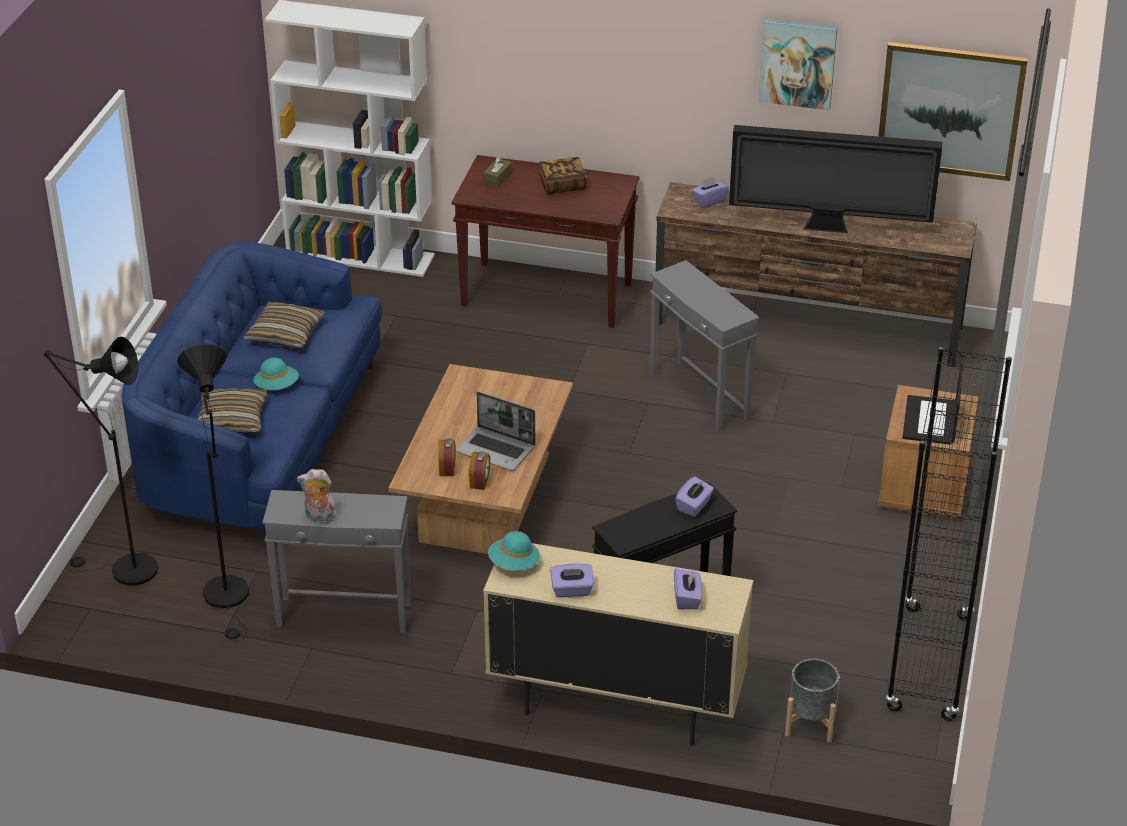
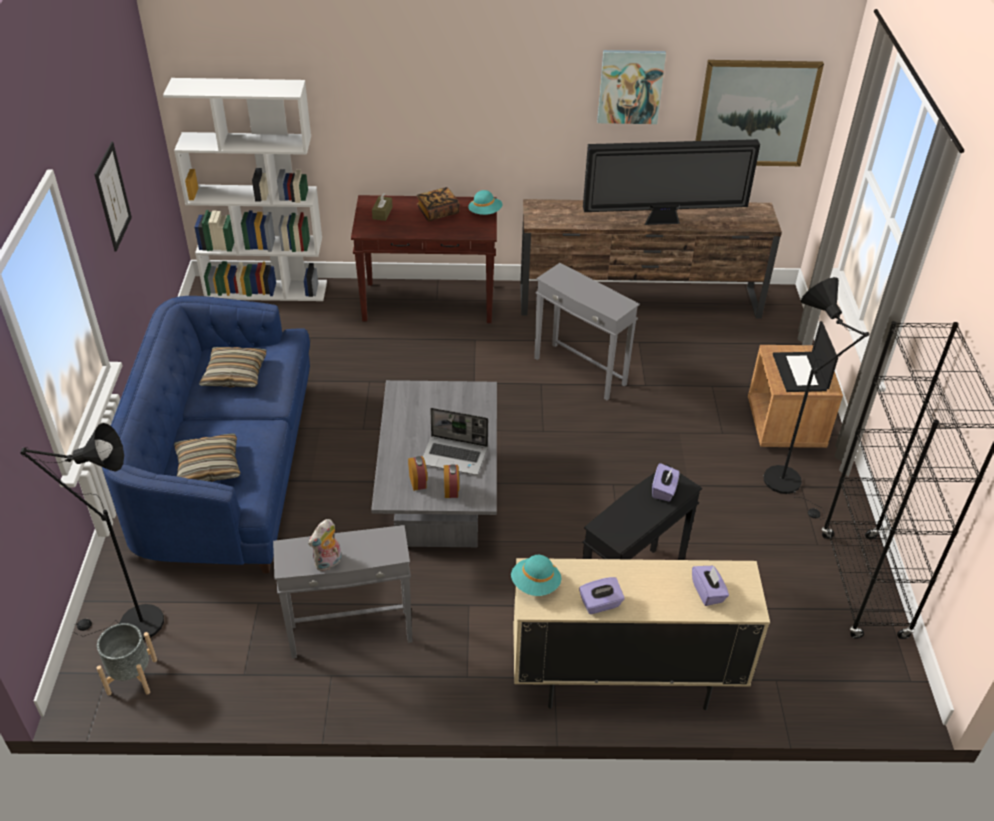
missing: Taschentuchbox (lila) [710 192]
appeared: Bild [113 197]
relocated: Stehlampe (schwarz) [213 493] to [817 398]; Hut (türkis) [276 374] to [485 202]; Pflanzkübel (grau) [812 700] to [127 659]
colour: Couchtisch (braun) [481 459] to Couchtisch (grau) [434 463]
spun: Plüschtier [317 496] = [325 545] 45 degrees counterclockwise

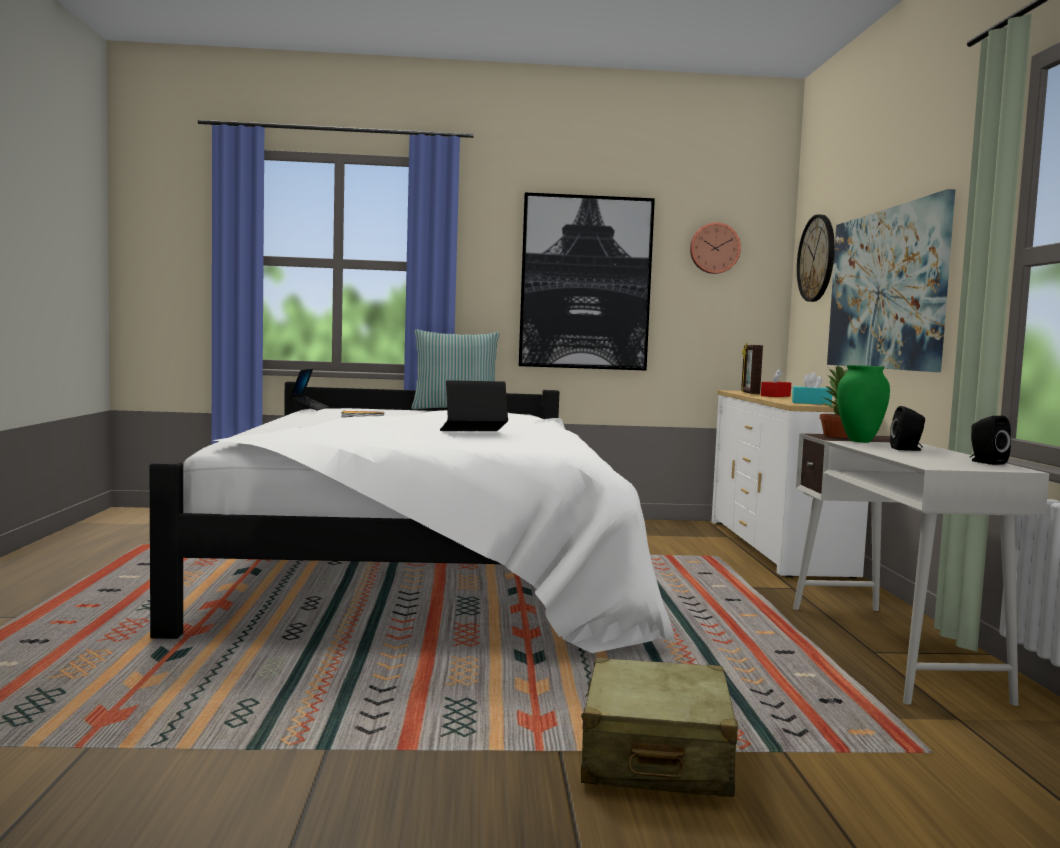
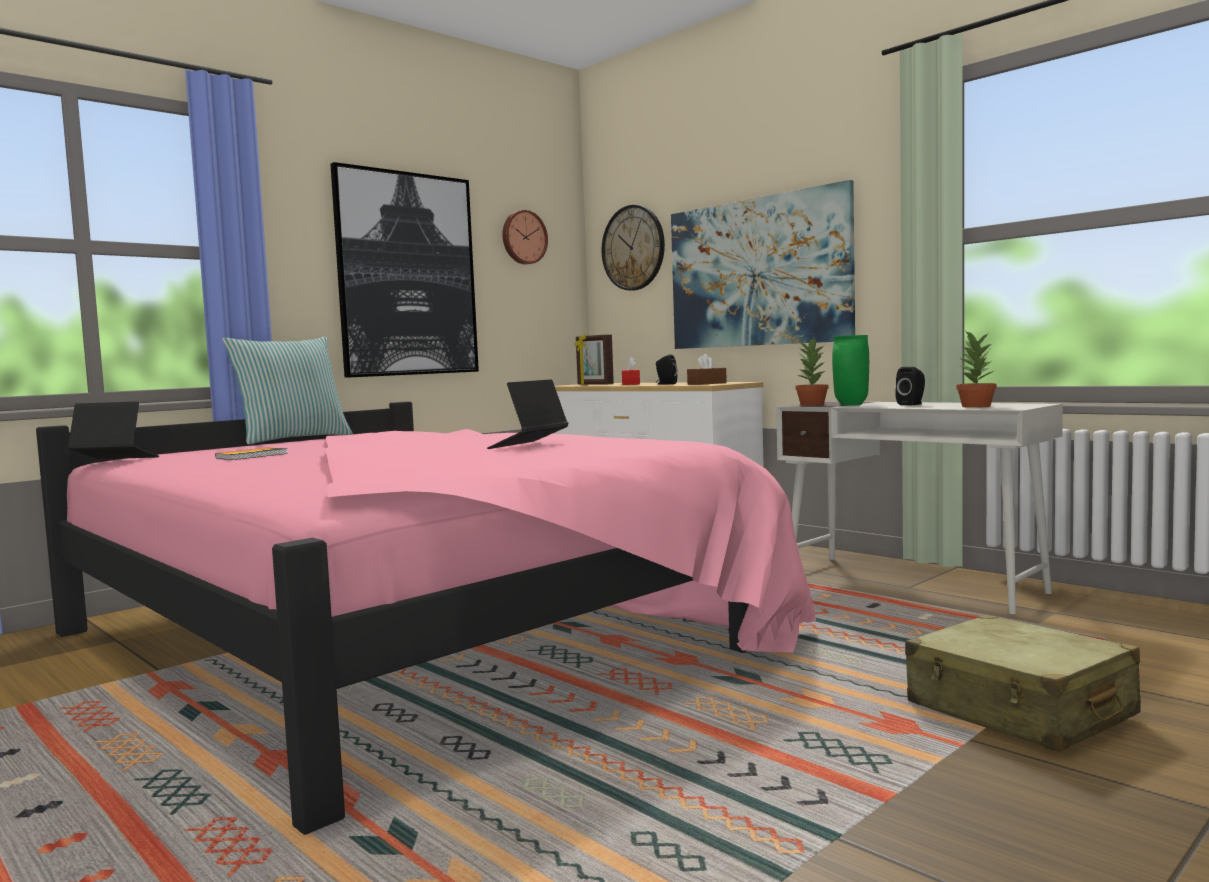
appeared: Topfpflanze [976 369]
relocated: Lautsprecher (schwarz) [990 440] to [666 370]
colour: Bett (weiß) [412 517] to Bett (rosa) [426 618]; Taschentuchbox (türkis) [812 388] to Taschentuchbox (braun) [707 369]
spun: Laptop [309 390] = [113 430] 45 degrees counterclockwise

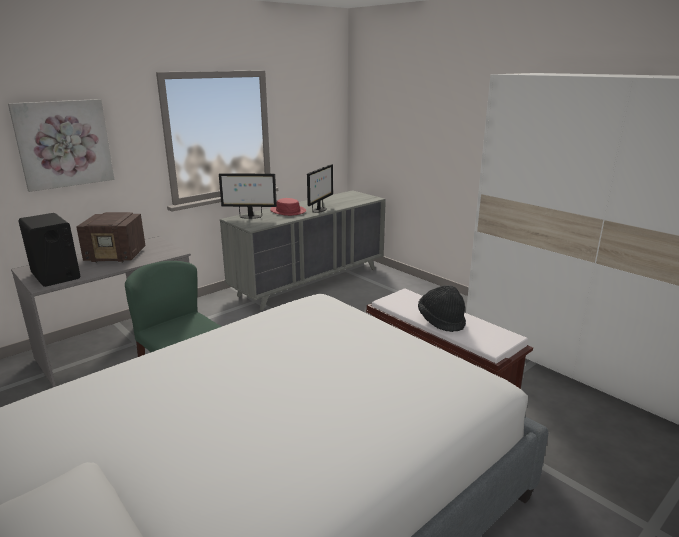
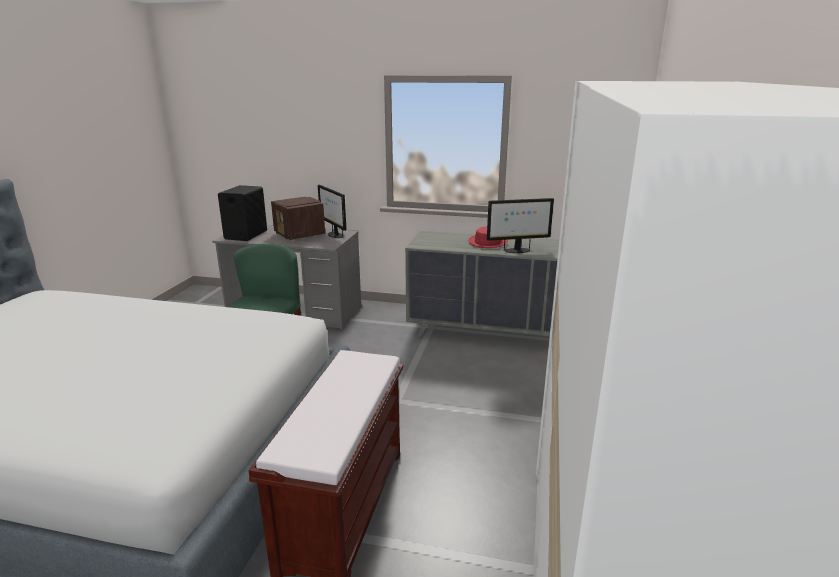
missing: Bild [61 145]; Hut (schwarz) [442 308]
relocated: Monitor [248 196] to [332 211]

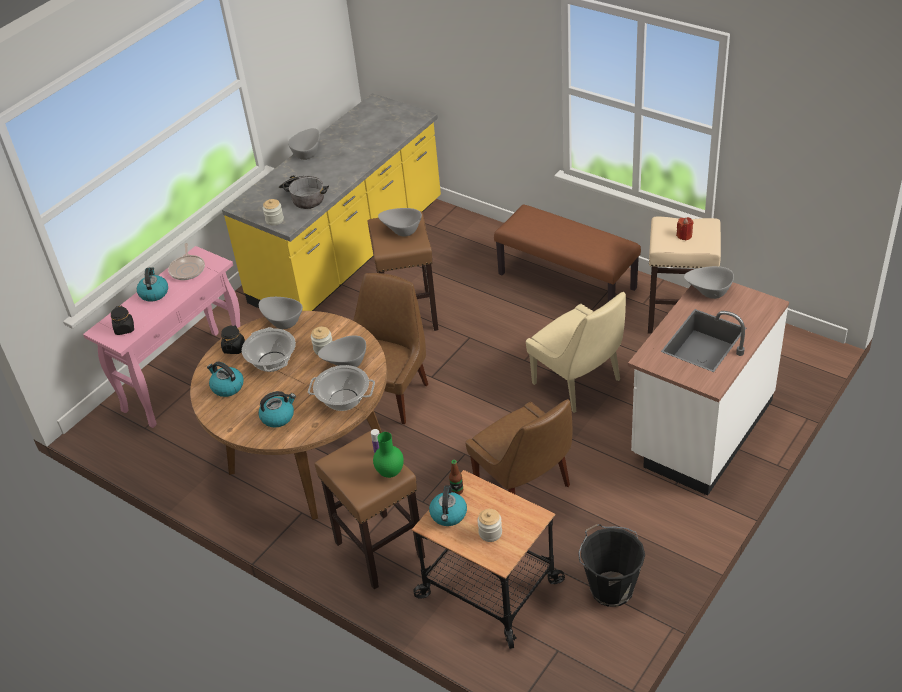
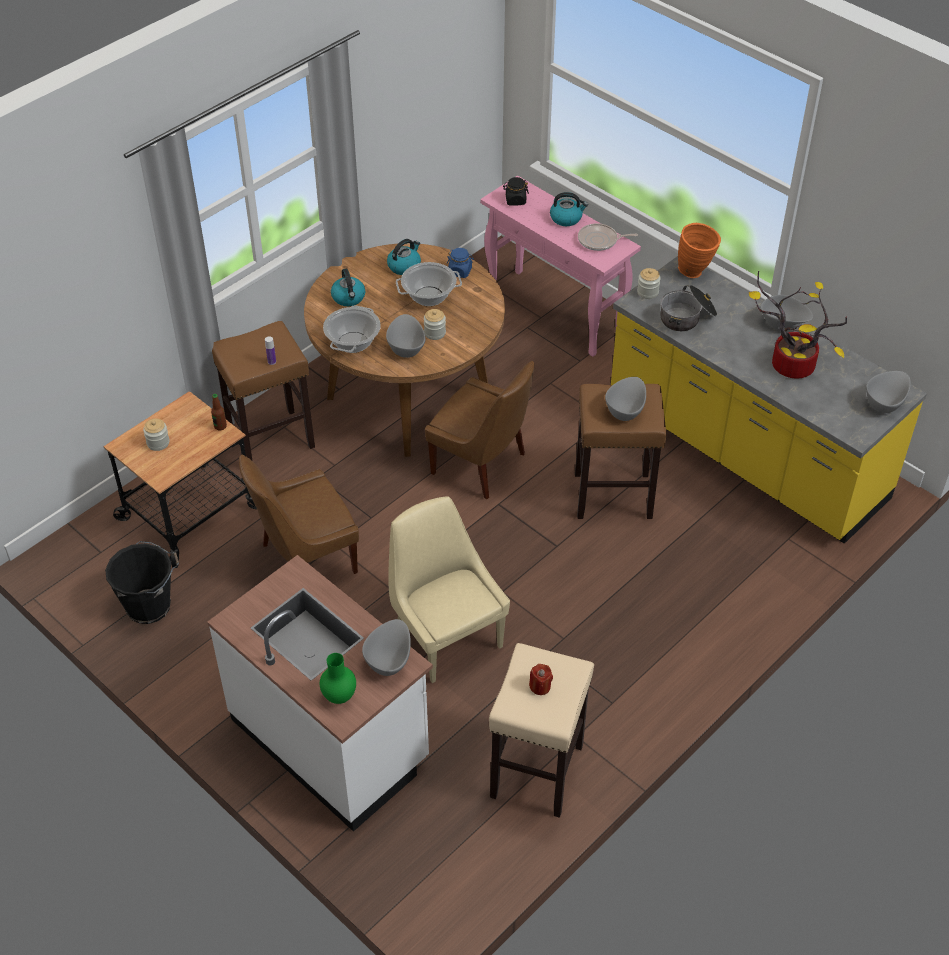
missing: Wasserkessel [448 505]; Bank (braun) [567 253]
appeared: Vase (orange) [699 250]; Topfpflanze [798 325]
relocated: Schüssel (grau) [281 313] to [888 392]; Vase (grün) [388 455] to [338 678]
colour: Vorratsglas (schwarz) [233 339] to Vorratsglas (blau) [460 263]
spun: Stuhl (beige) [576 352] = [449 589] 90 degrees clockwise

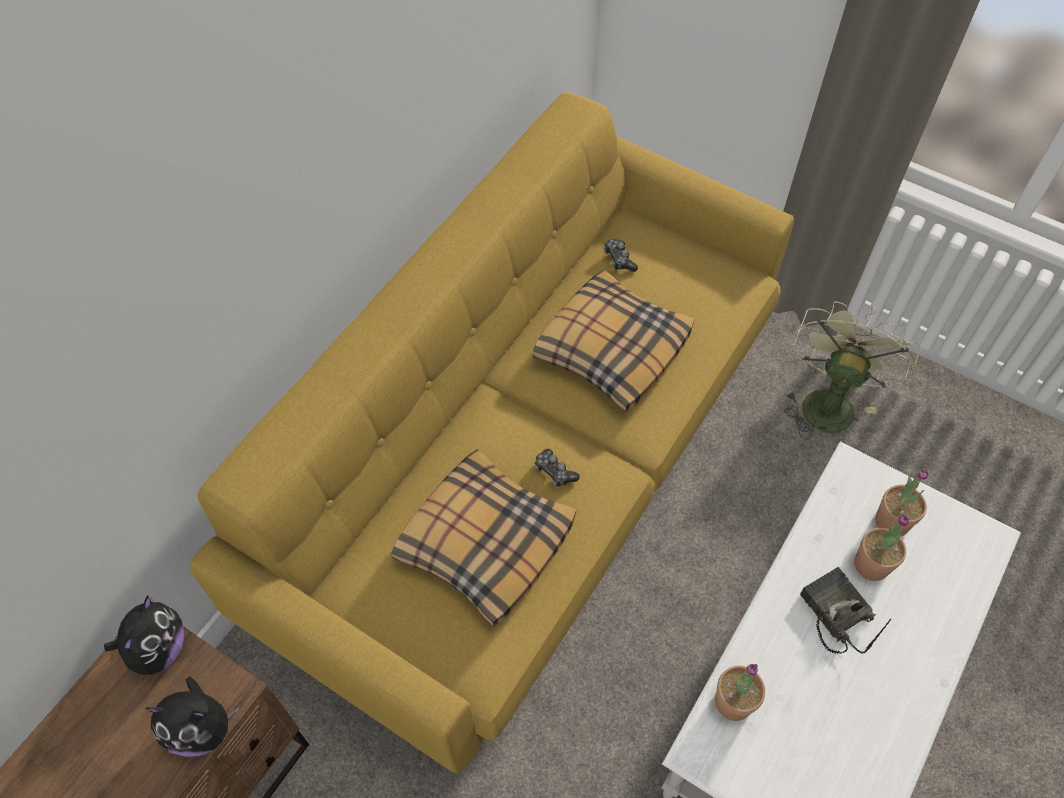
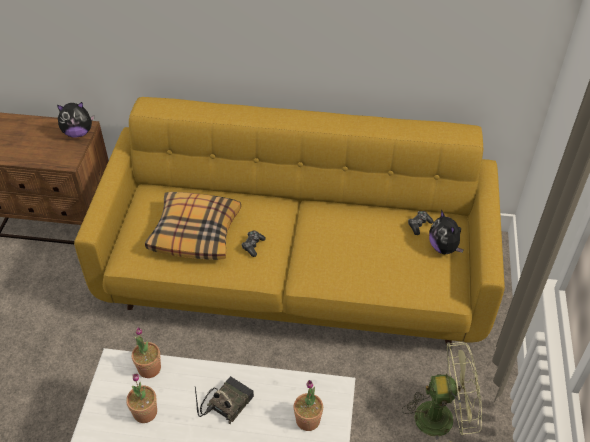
missing: Kissen [613 341]
relocated: Plüschtier [192 716] to [446 232]; Topfpflanze [881 547] to [141 398]

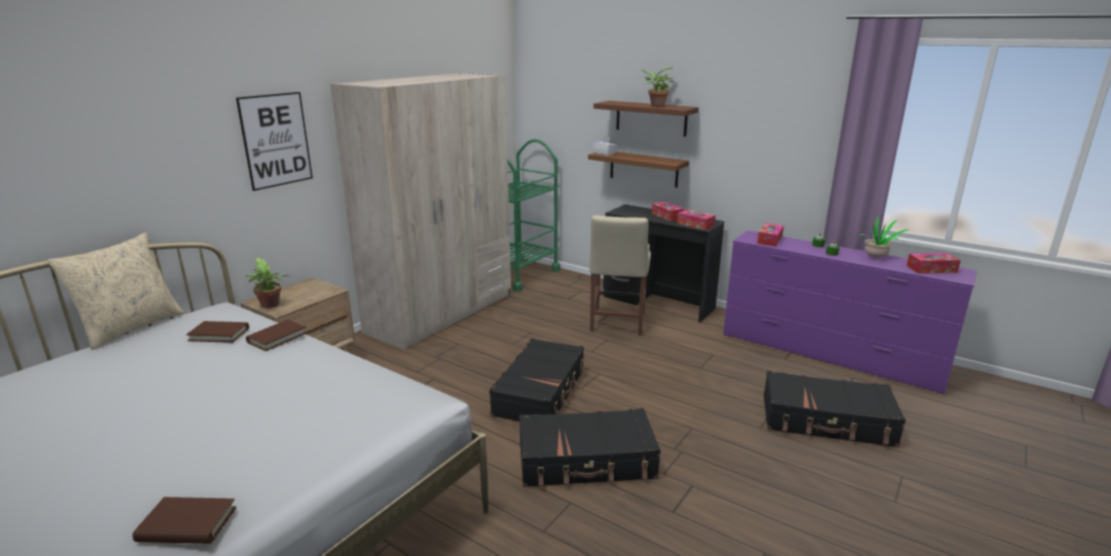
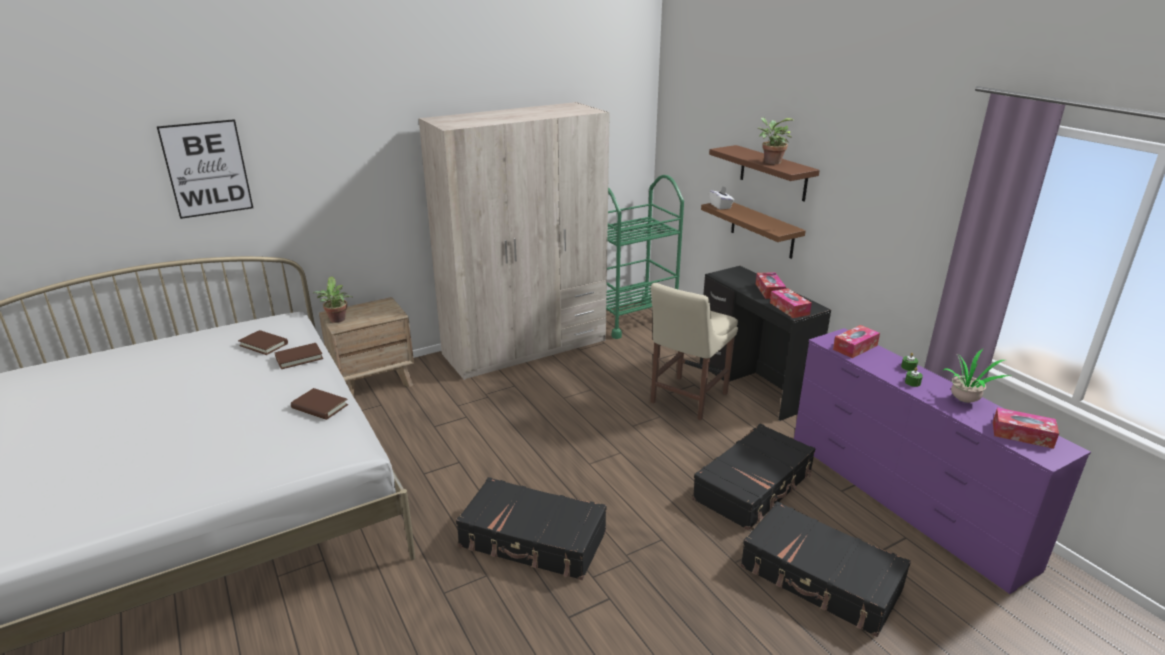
missing: Kissen (beige) [115 291]
relocated: Buch (braun) [184 520] to [319 404]; Bild [274 141] to [205 169]; Koffer (schwarz) [537 379] to [753 477]

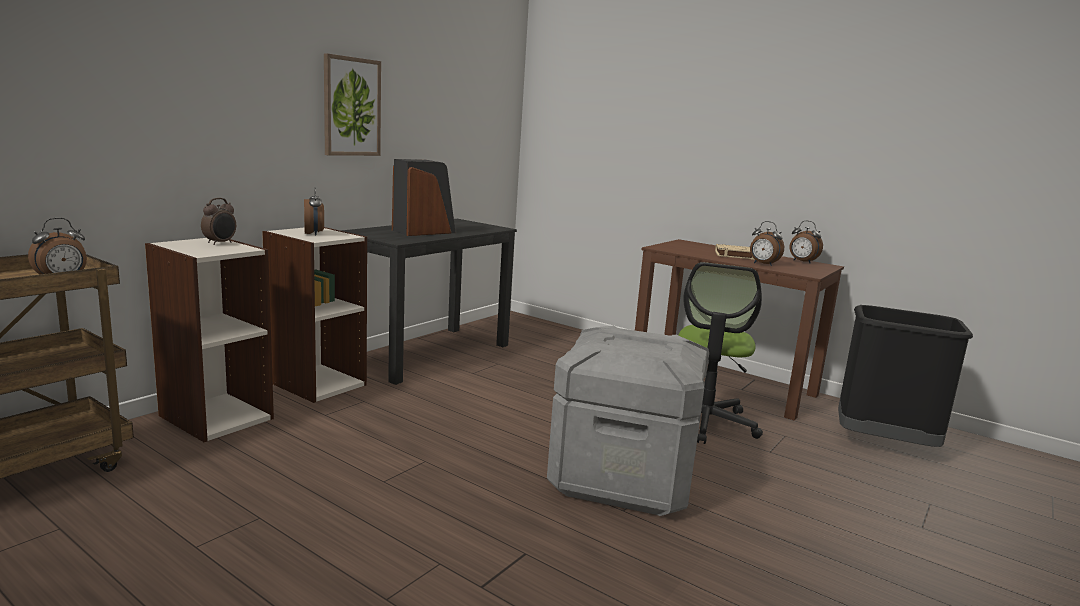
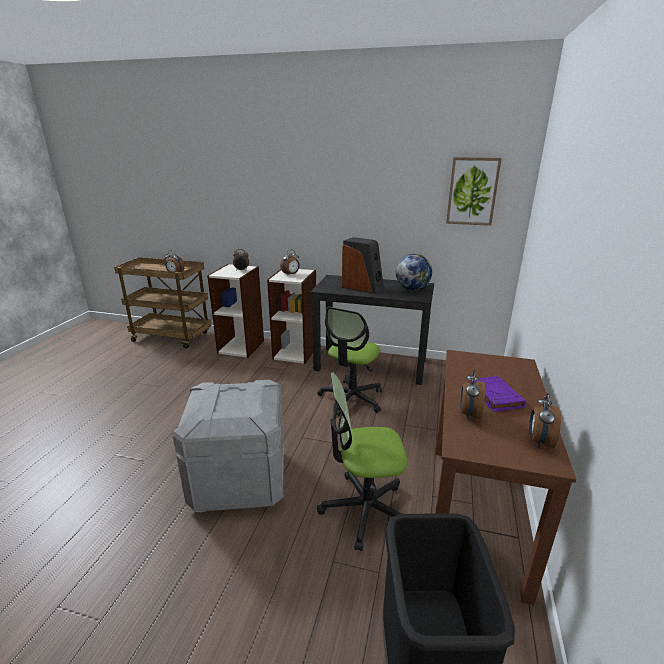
appeared: Bürostuhl [349 361]; Globus [414 272]
relocated: Bild [352 105] to [474 191]
colour: Buch (beige) [735 252] to Buch (lila) [498 394]

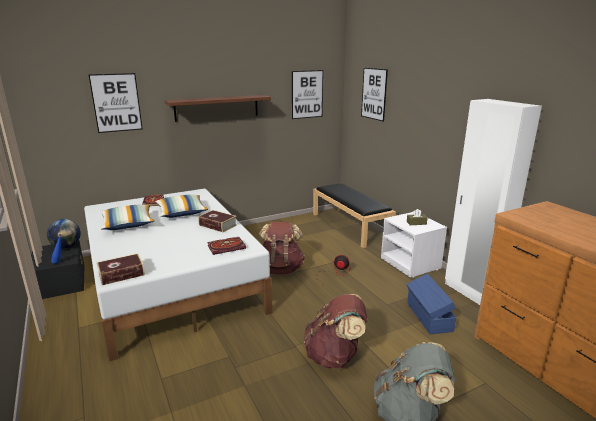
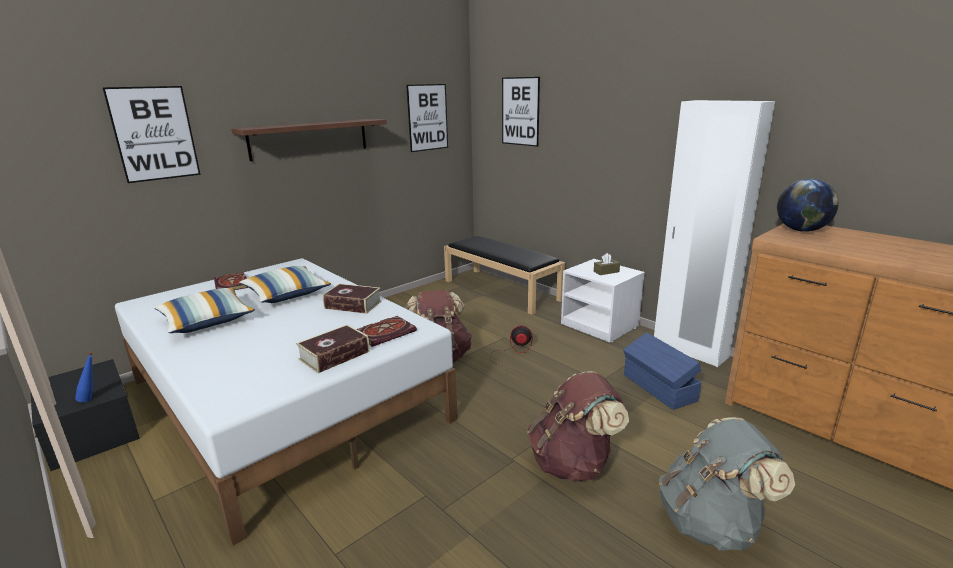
relocated: Globus [64 234] to [808 205]; Buch [121 269] to [333 348]

